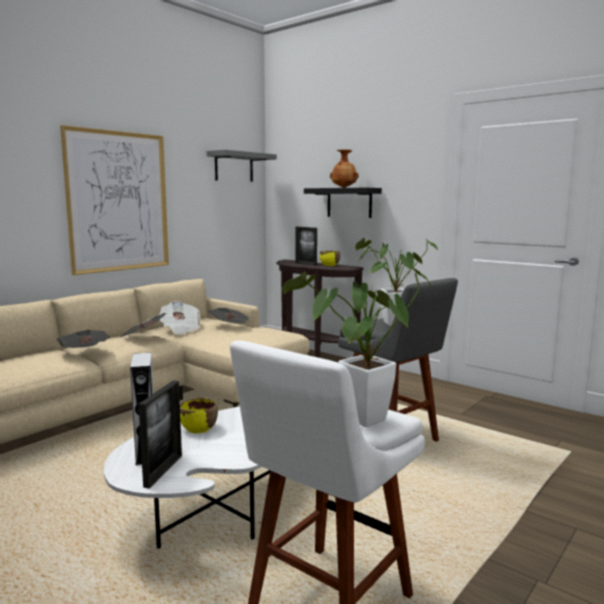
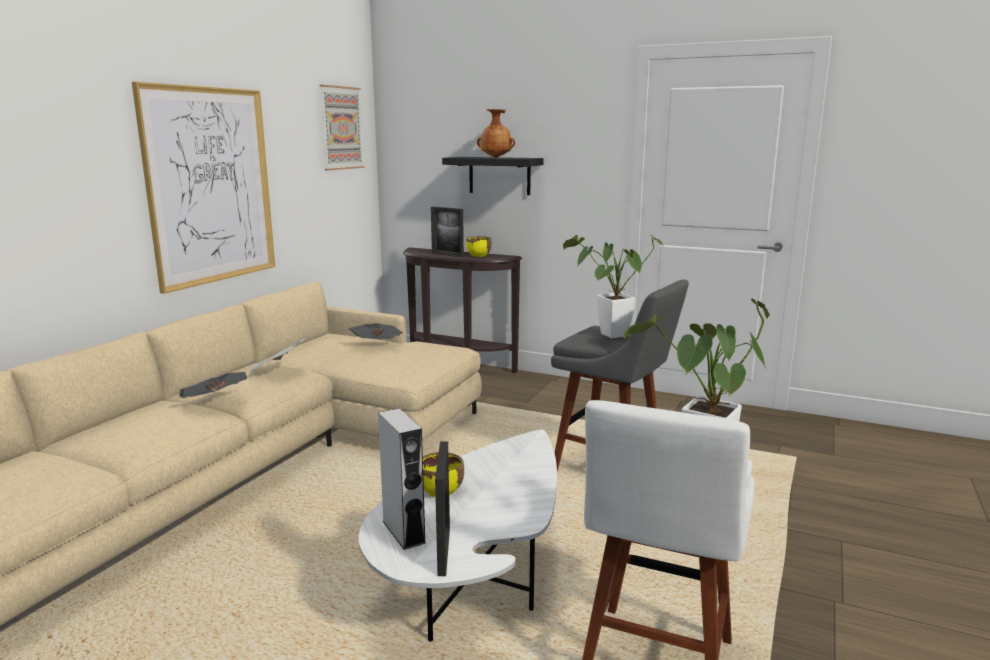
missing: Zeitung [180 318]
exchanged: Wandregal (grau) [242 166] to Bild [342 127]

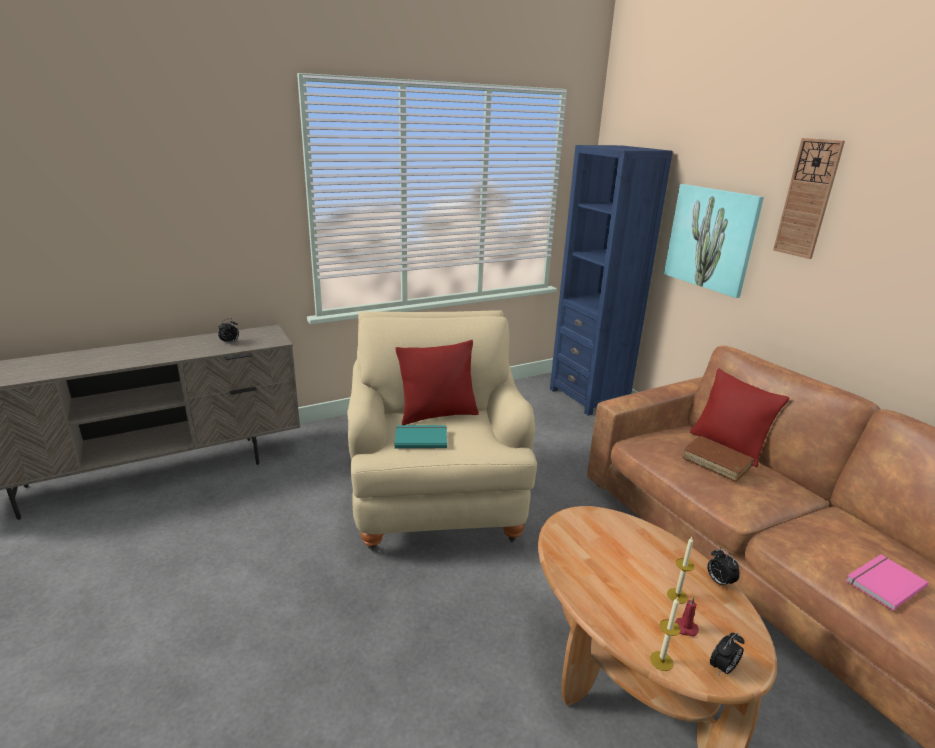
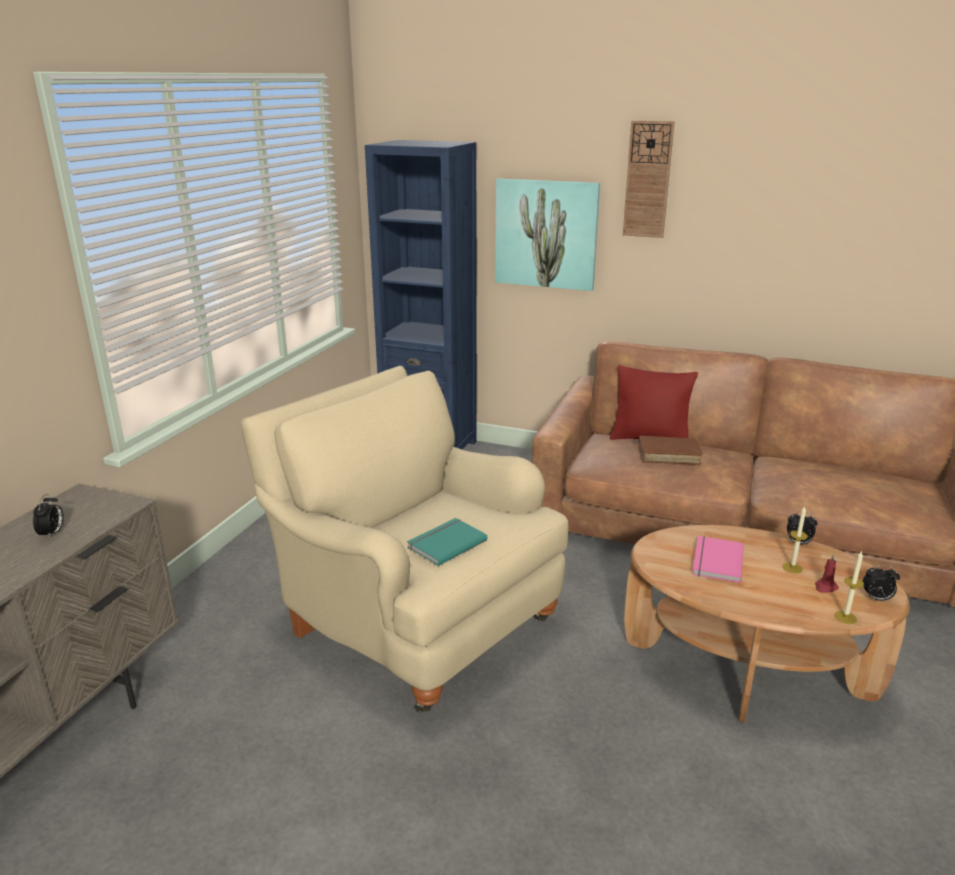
missing: Kissen (rot) [437 382]
relocated: Buch (rosa) [886 583] to [717 559]
spun: Wecker [727 654] = [881 583] 90 degrees clockwise

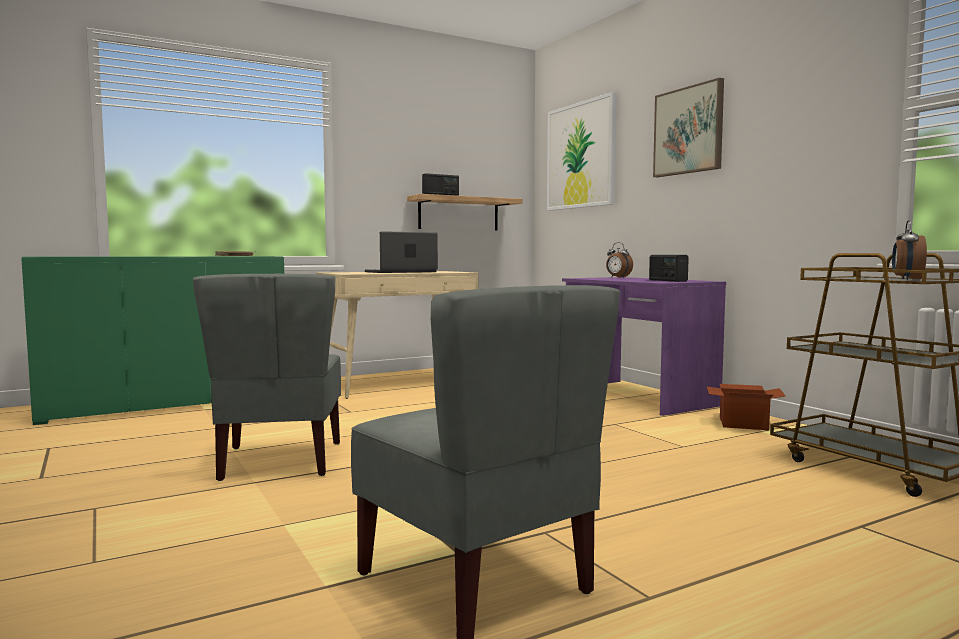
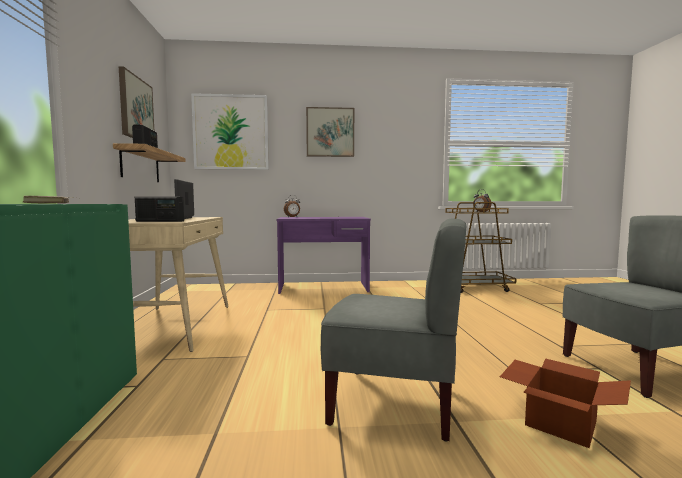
appeared: Bild [136 102]
relocated: Radio [669 268] to [159 209]; Karton [746 407] to [565 403]

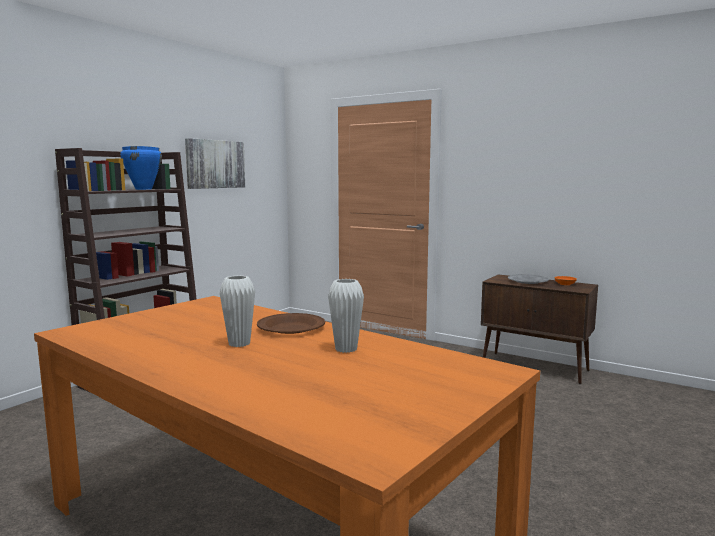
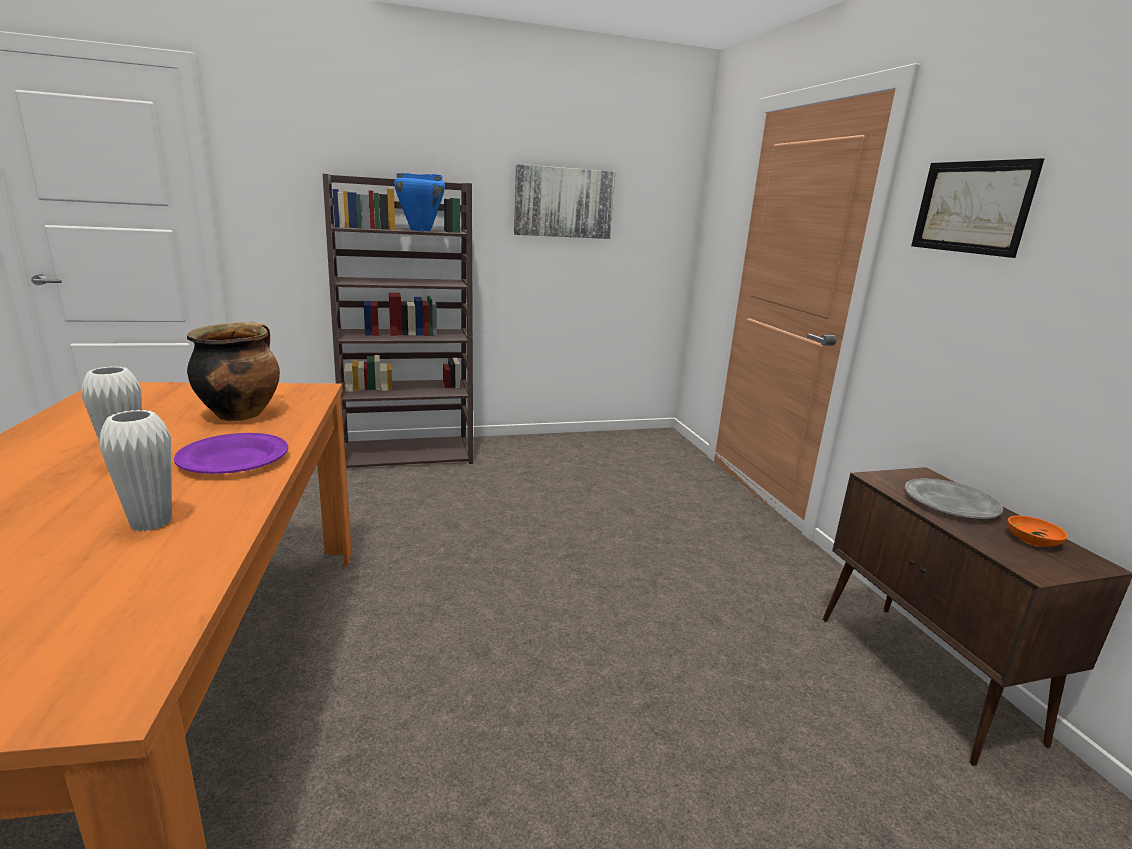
appeared: Kochtopf [233 371]; Bild [977 208]
colour: Teller (braun) [291 323] to Teller (lila) [231 453]

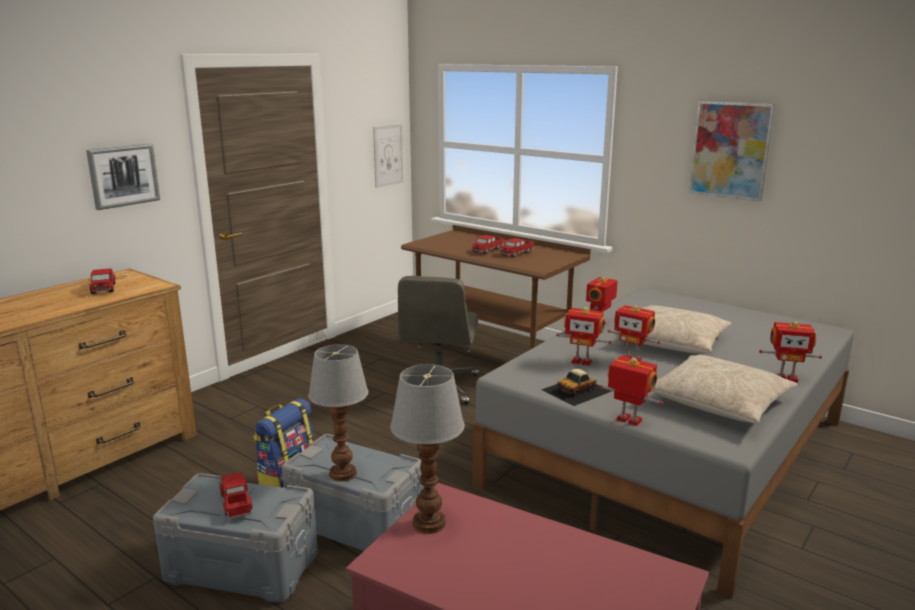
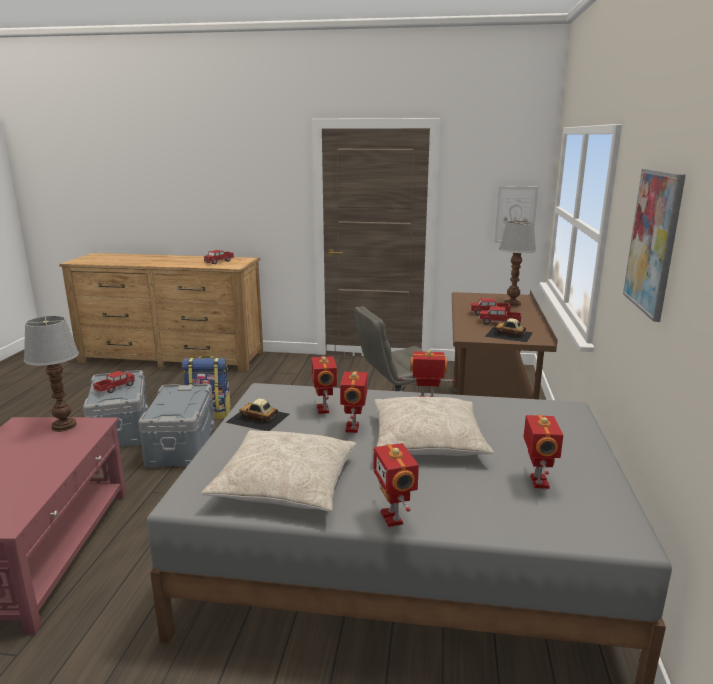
missing: Bild [123 177]
appeared: Spielzeugauto [509 330]
relocated: Tischlampe [338 413] to [517 264]; Spielzeugroboter [631 391] to [543 452]

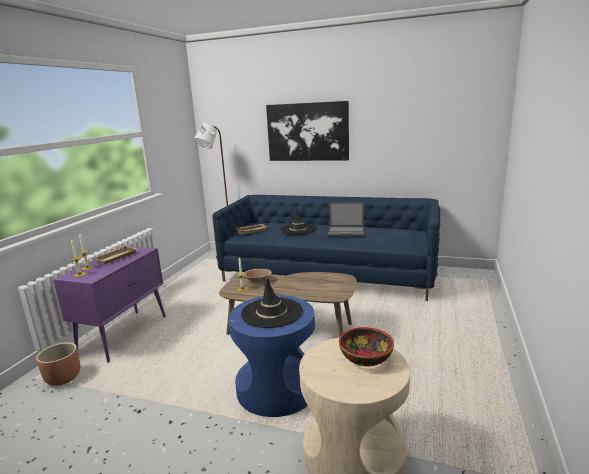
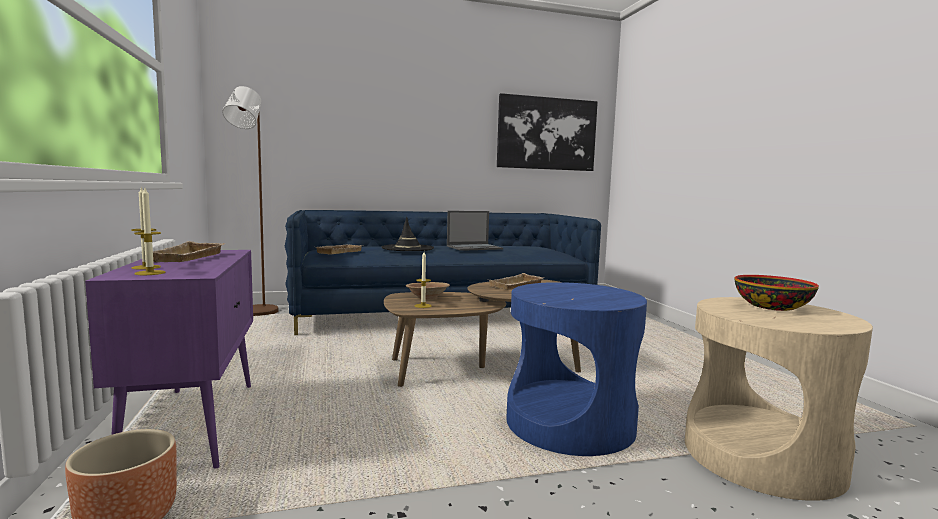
missing: Hut (schwarz) [272 303]
appeared: Tablett (beige) [516 281]
relocated: Bild [307 131] to [547 132]

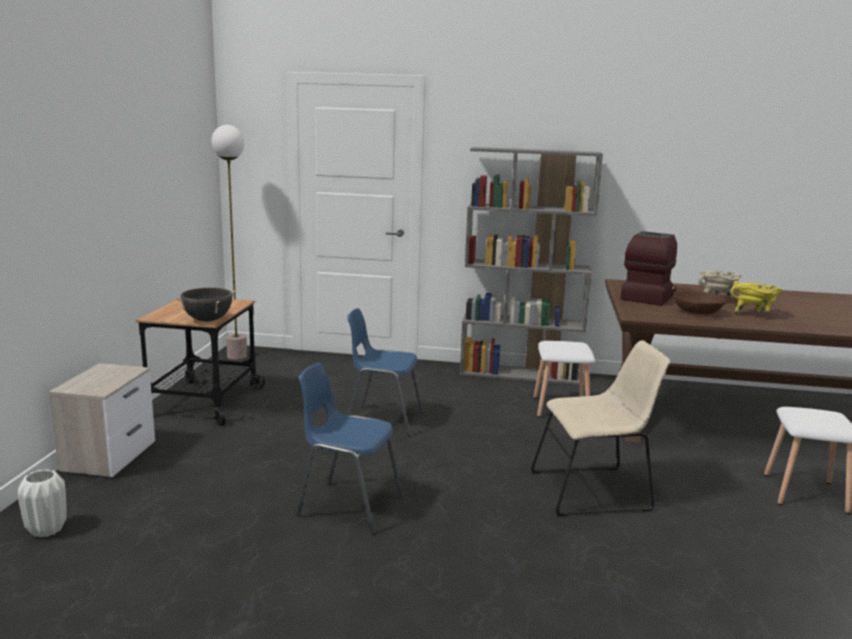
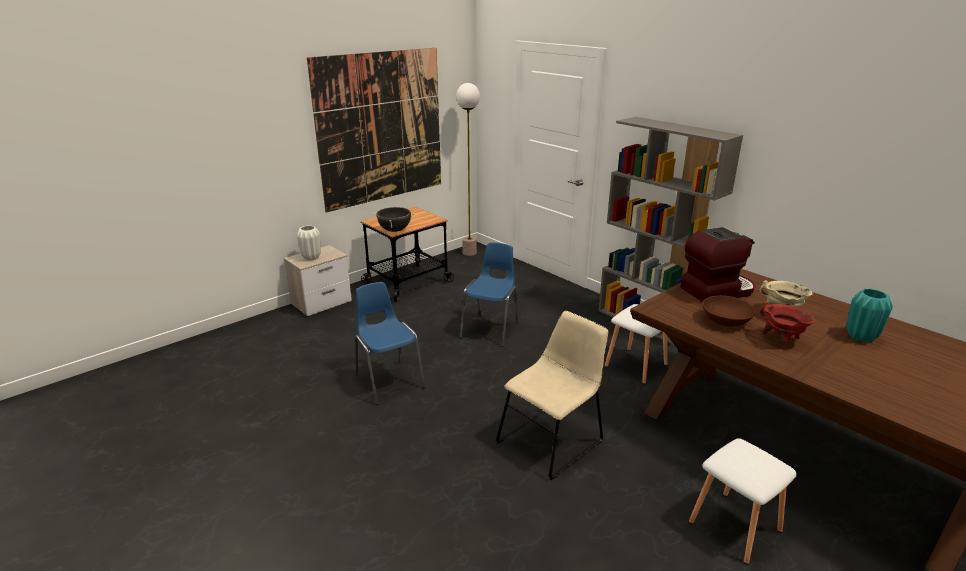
appeared: Bild [374 130]; Vase (türkis) [869 315]
relocated: Vase (weiß) [42 503] to [309 242]
colour: Kochtopf (gelb) [756 297] to Kochtopf (rot) [787 321]
spun: Stuhl (blau) [385 372] = [489 294] 60 degrees clockwise; Stuhl (beige) [601 428] = [552 395] 75 degrees counterclockwise

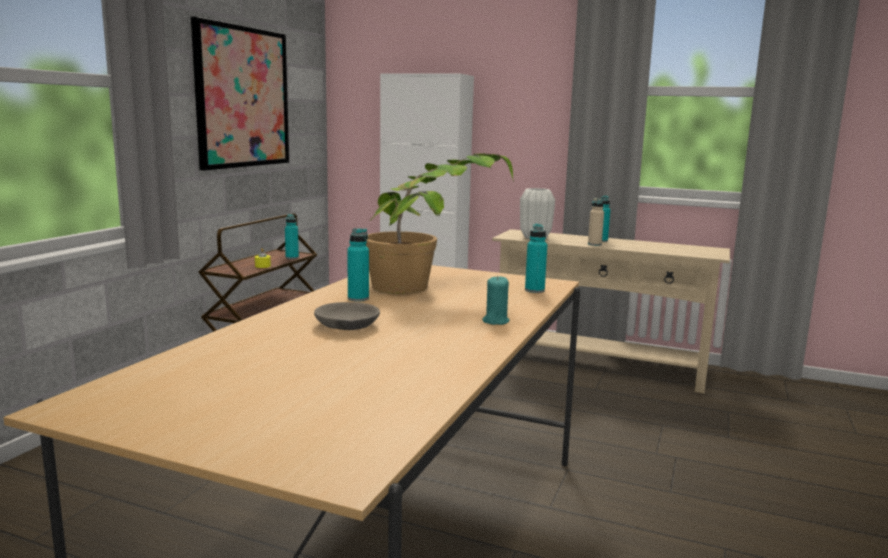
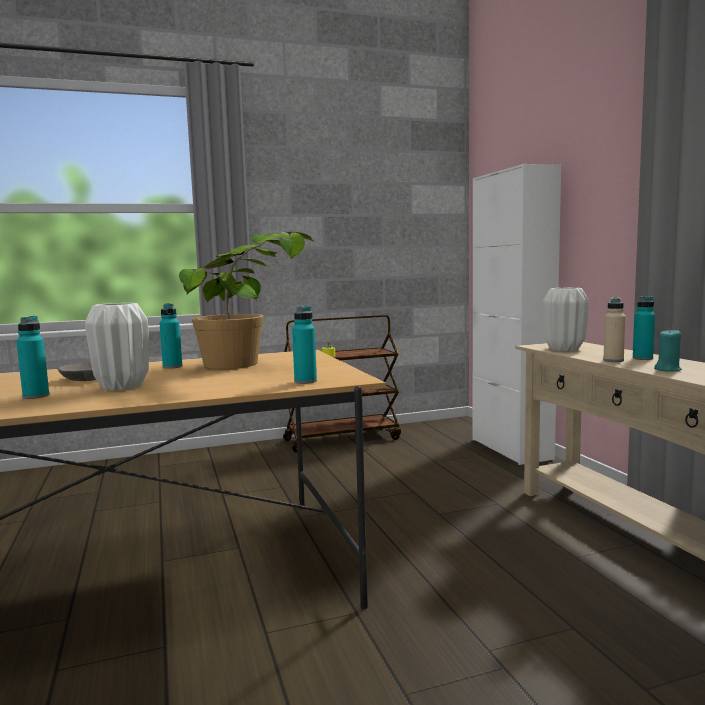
missing: Bild [240 93]
appeared: Vase (weiß) [117 347]
relocated: Flasche (türkis) [292 236] to [32 357]; Kerze (türkis) [496 300] to [668 350]

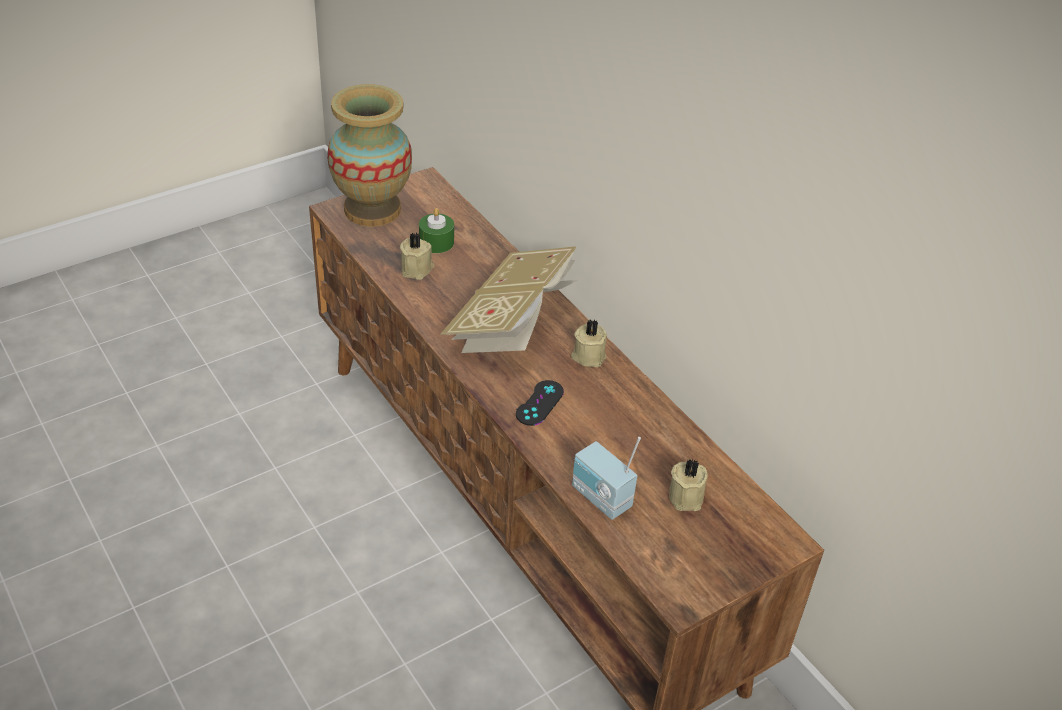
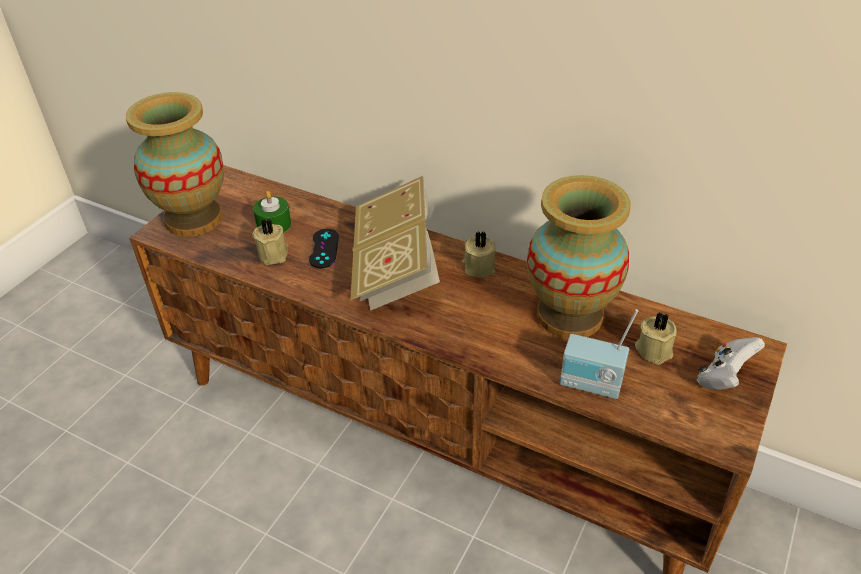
appeared: Vase [579 257]; Gamepad (weiß) [731 363]
relocated: Gamepad (schwarz) [540 403] to [324 248]

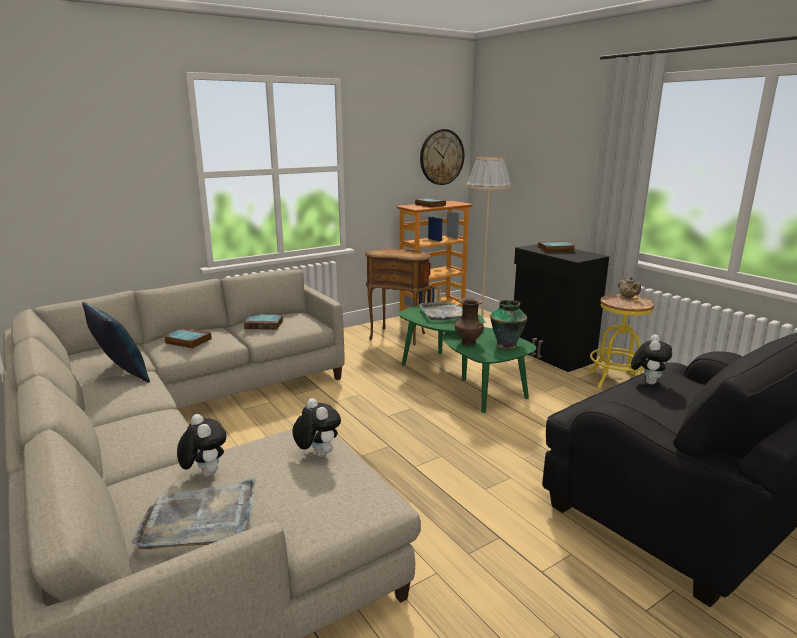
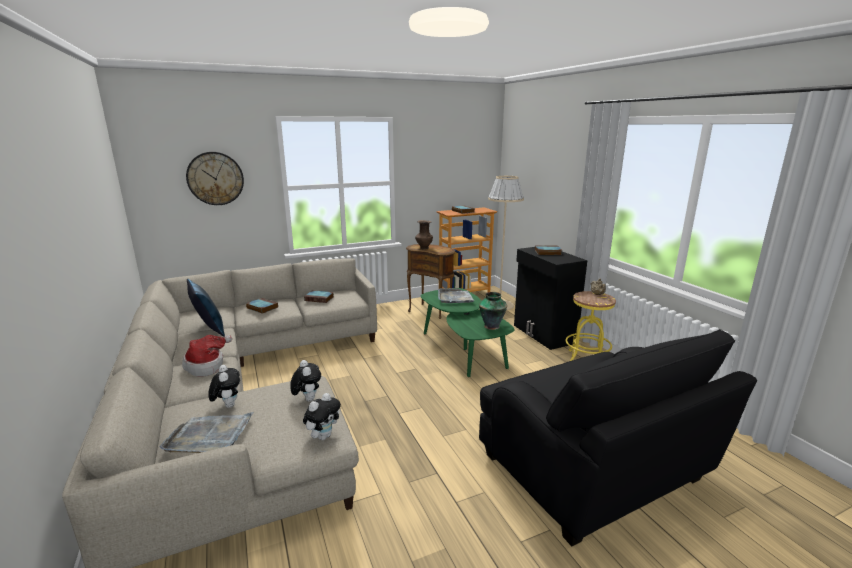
appeared: Hut [207 356]
relocated: Wanduhr [442 157] to [215 178]; Vase (braun) [469 322] to [424 234]; Plüschtier [651 359] to [322 416]

